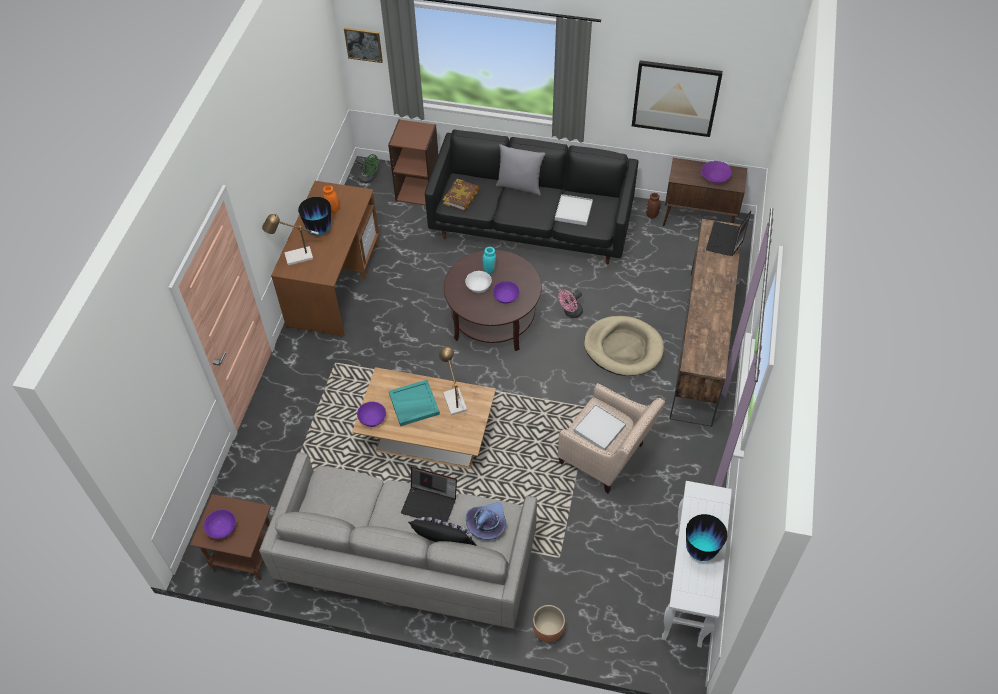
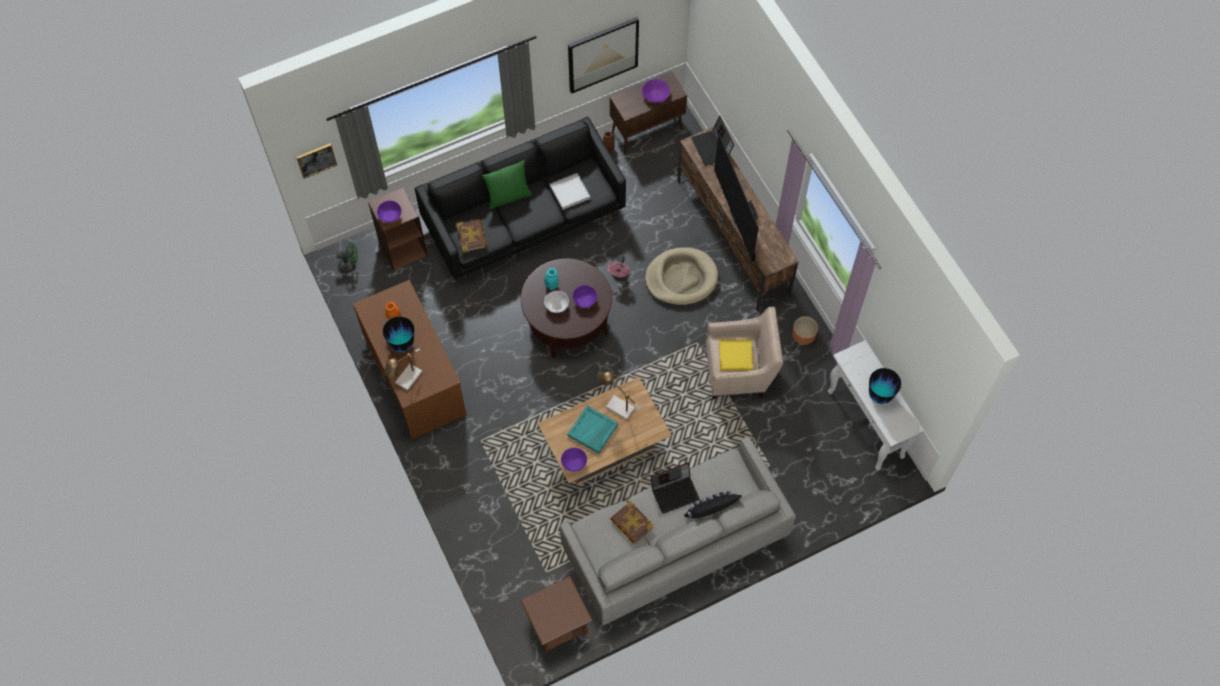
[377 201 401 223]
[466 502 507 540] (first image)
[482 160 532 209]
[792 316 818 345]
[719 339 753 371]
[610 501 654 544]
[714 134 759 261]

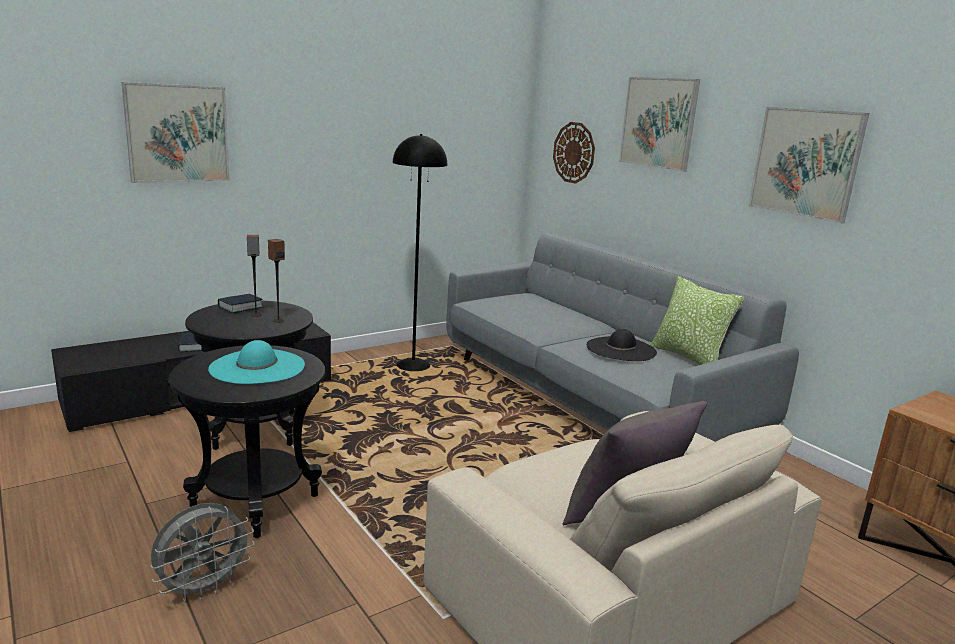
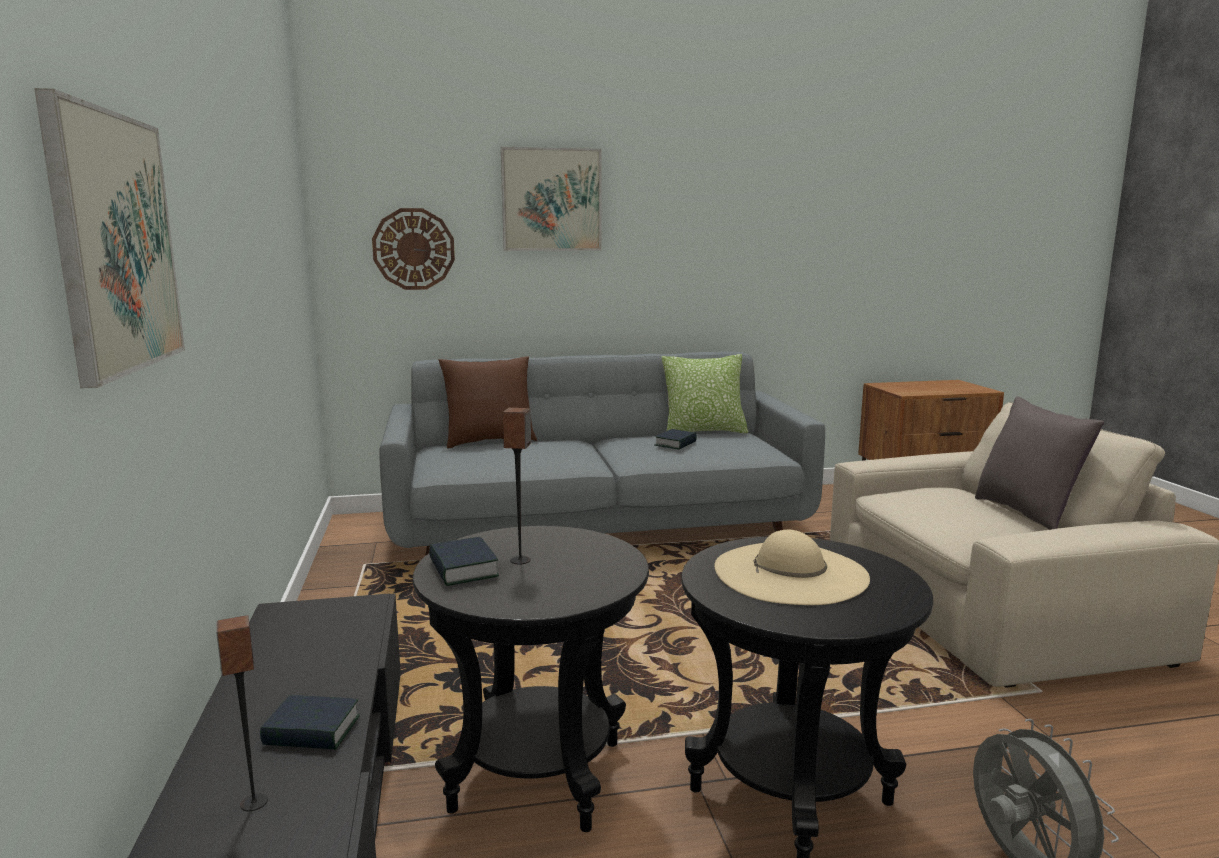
[714 530 870 605]
[216 615 268 811]
[393 134 447 371] (first image)
[655 429 697 450]
[749 107 869 224] (first image)
[439 356 537 448]

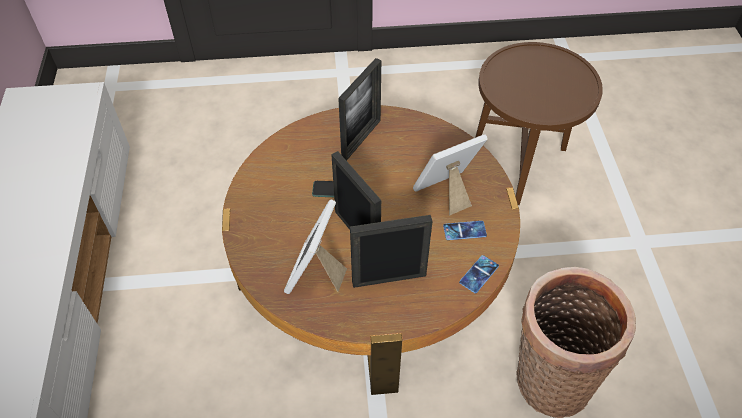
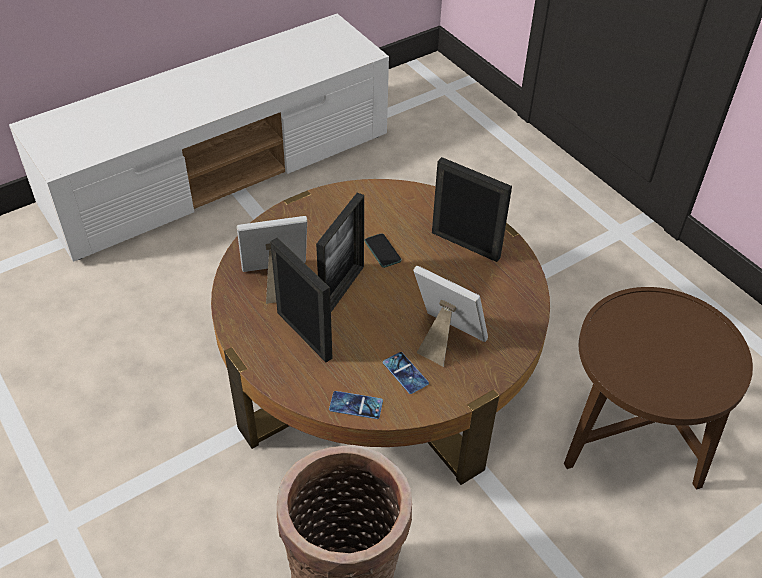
[432 157 512 262]

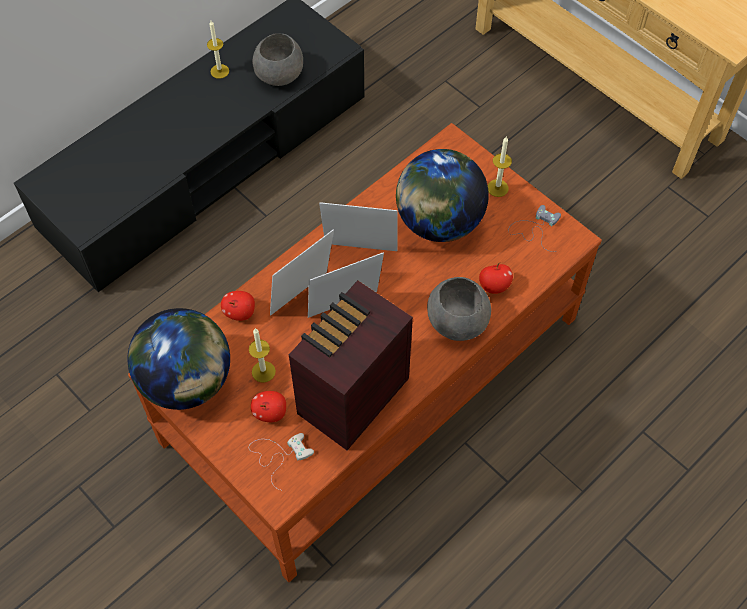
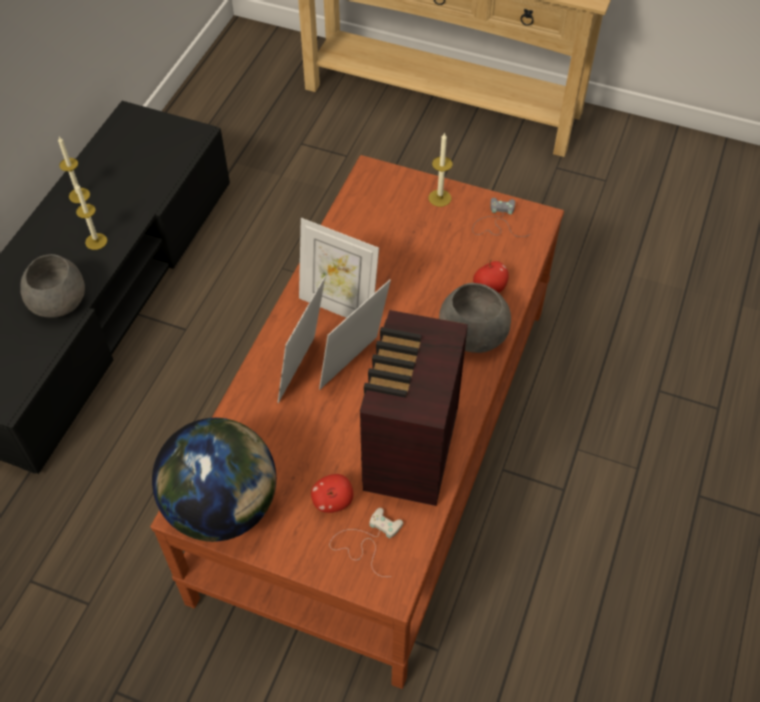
[221 291 255 321] (first image)
[75 183 107 250]
[20 254 85 318]
[299 218 379 318]
[396 149 489 242] (first image)

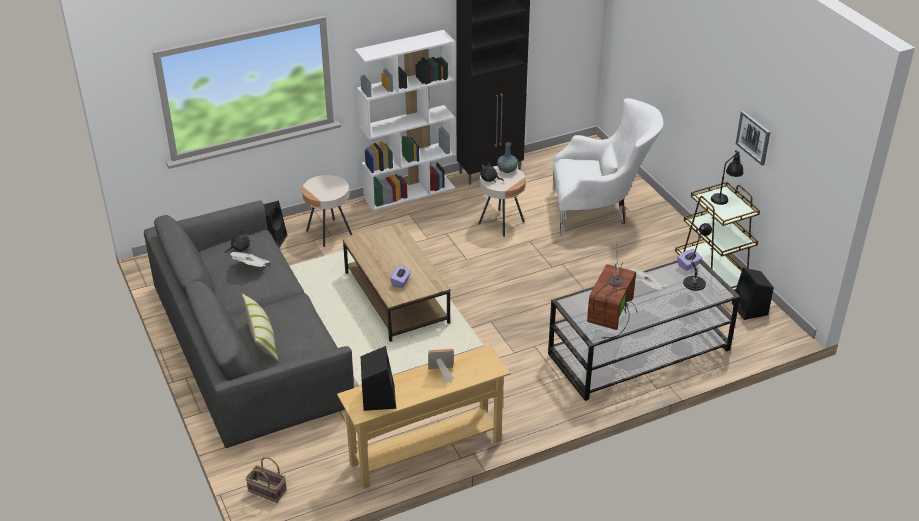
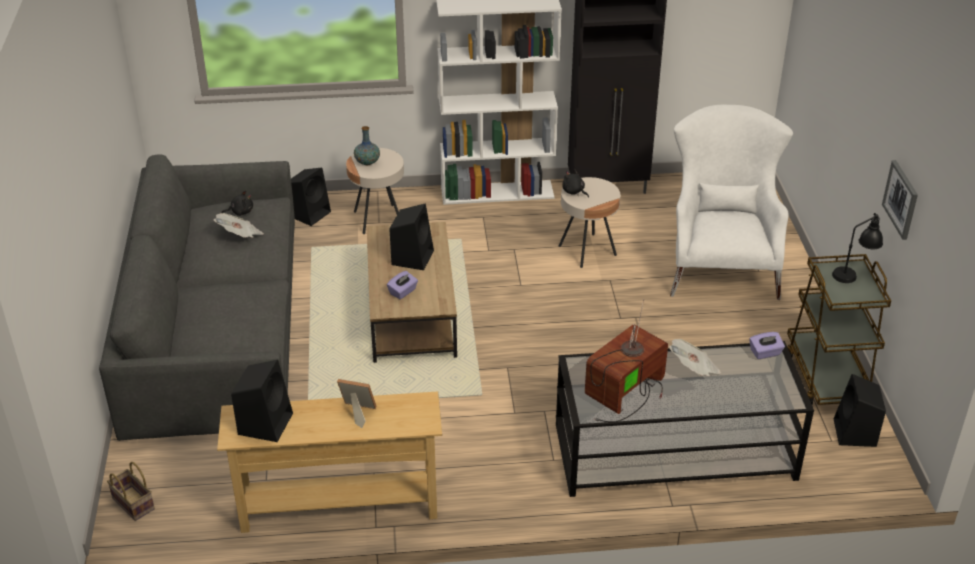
[242 293 278 361] (first image)
[354 126 380 165]
[670 105 793 300]
[683 223 712 291] (first image)
[389 203 434 270]

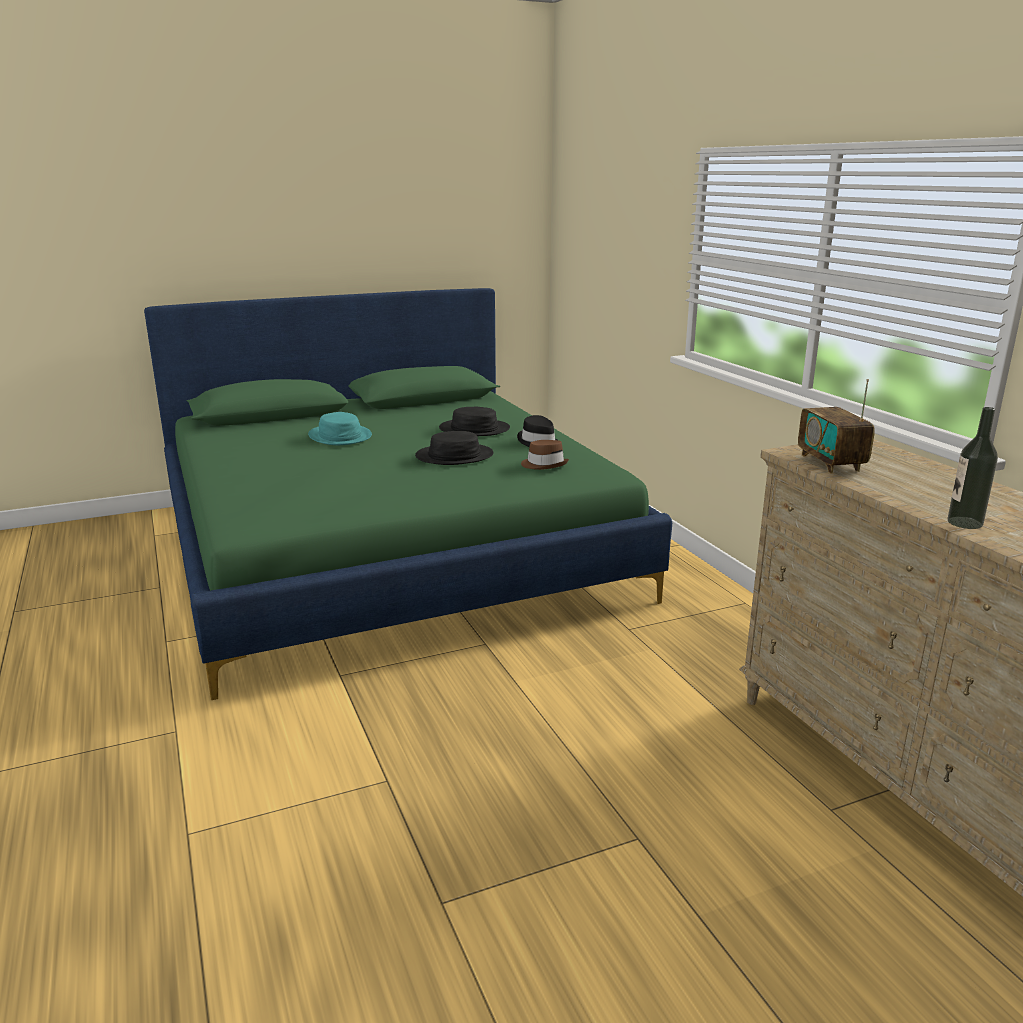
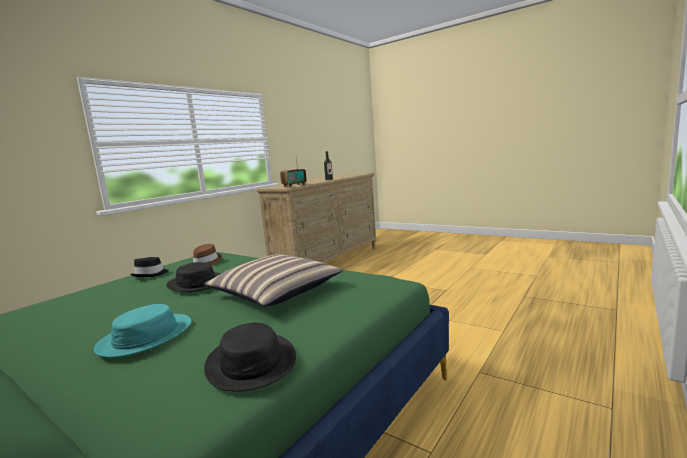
[204 323 296 391]
[204 254 343 307]

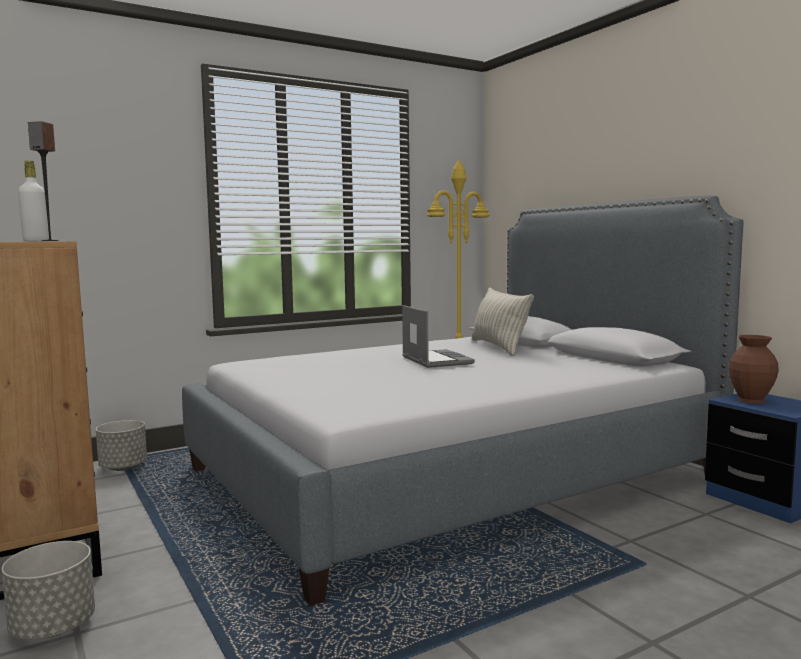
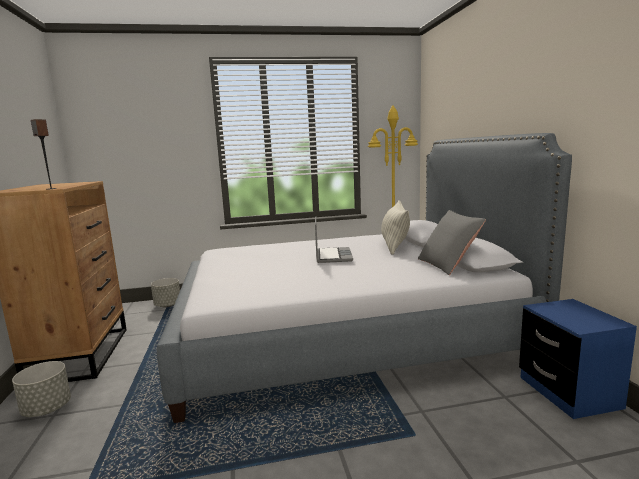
[18 161 48 242] (first image)
[729 335 779 404] (first image)
[418 210 486 275]

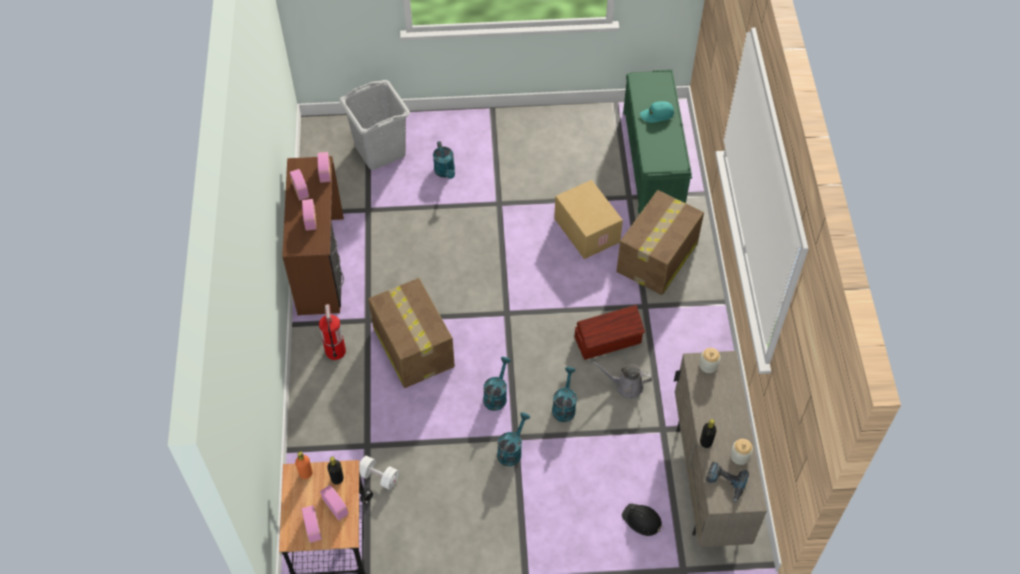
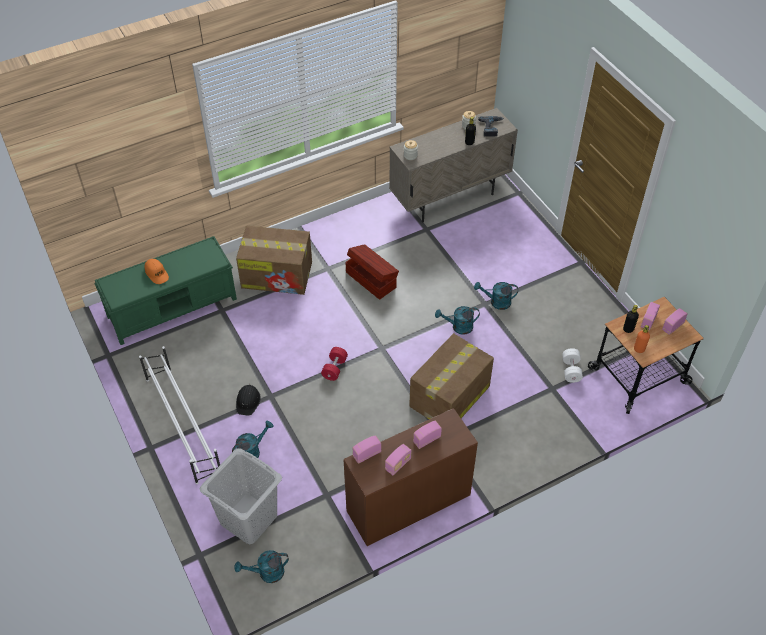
[319 304 346 360] (first image)
[234 550 289 583]
[554 180 623 259] (first image)
[593 362 653 399] (first image)
[236 384 261 416]
[145 259 169 284]
[139 346 220 484]
[321 347 348 381]

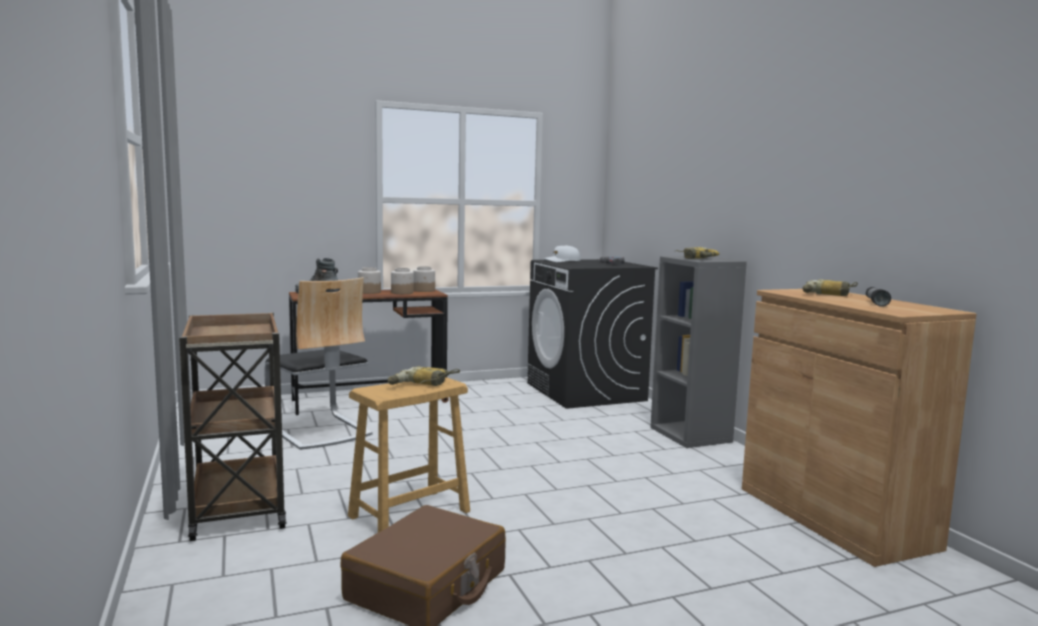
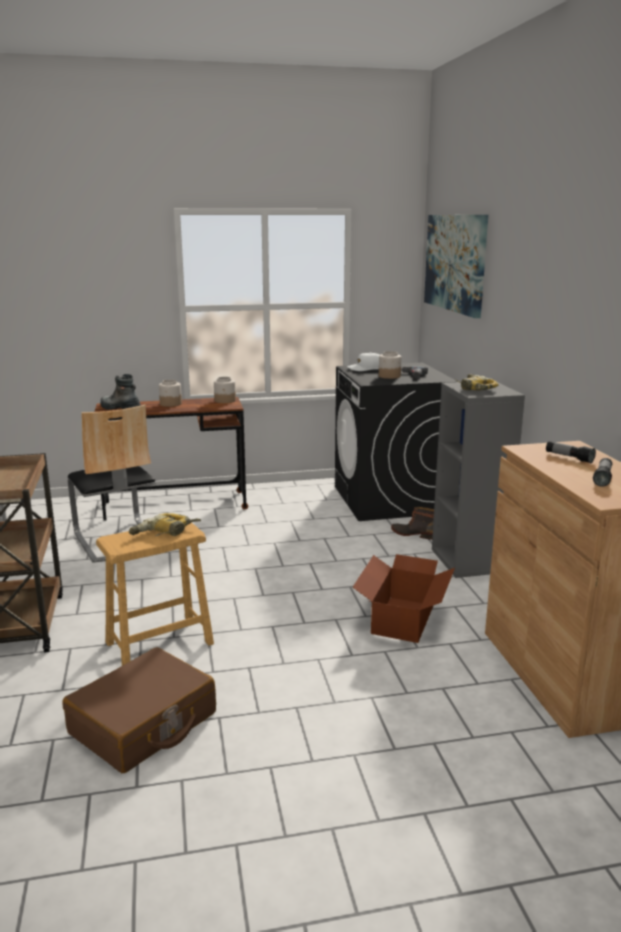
[379 351 402 379]
[546 441 596 463]
[353 554 455 643]
[391 507 434 540]
[424 215 488 318]

